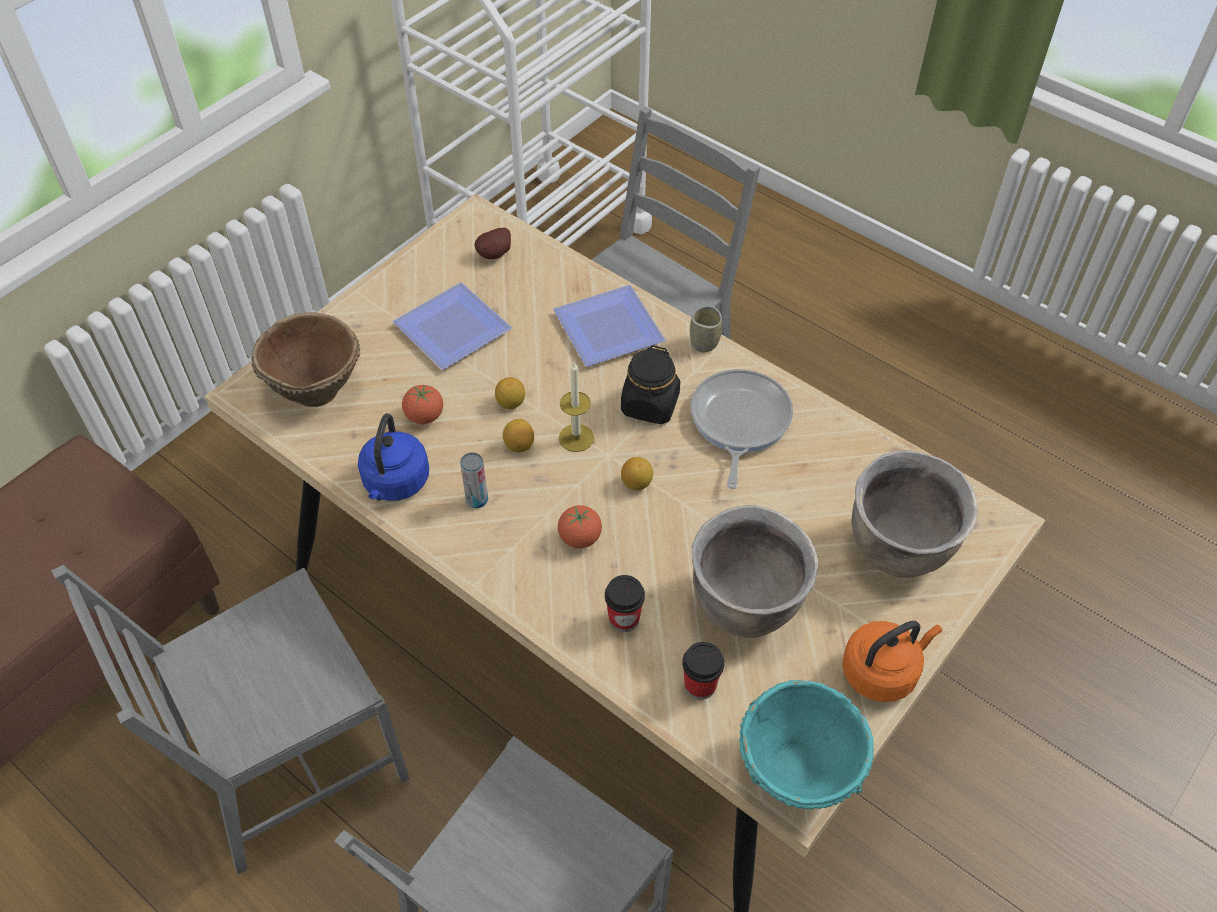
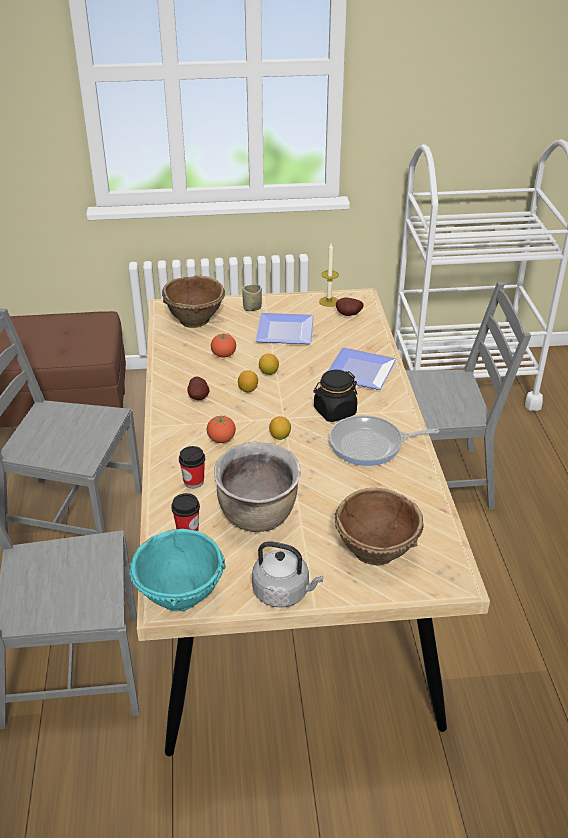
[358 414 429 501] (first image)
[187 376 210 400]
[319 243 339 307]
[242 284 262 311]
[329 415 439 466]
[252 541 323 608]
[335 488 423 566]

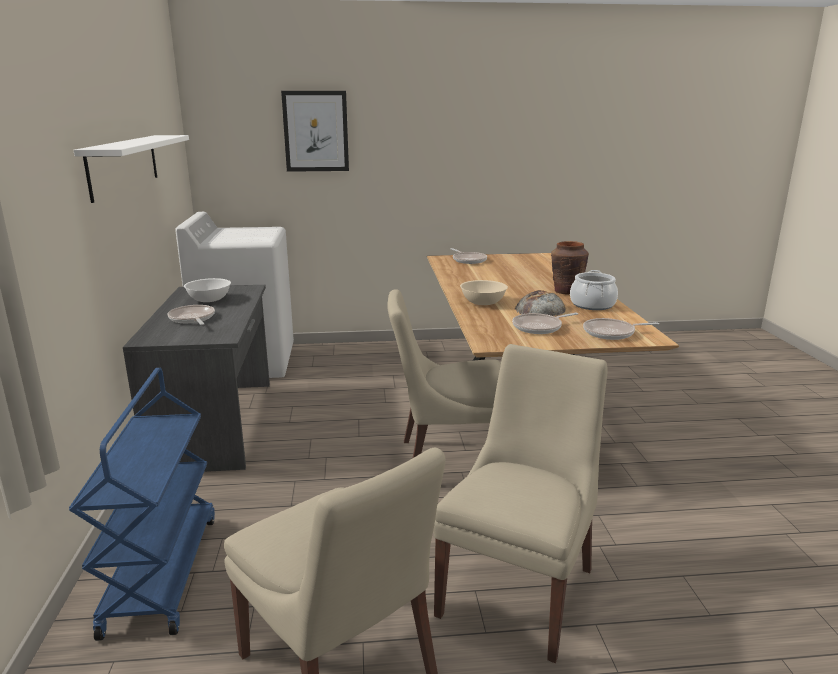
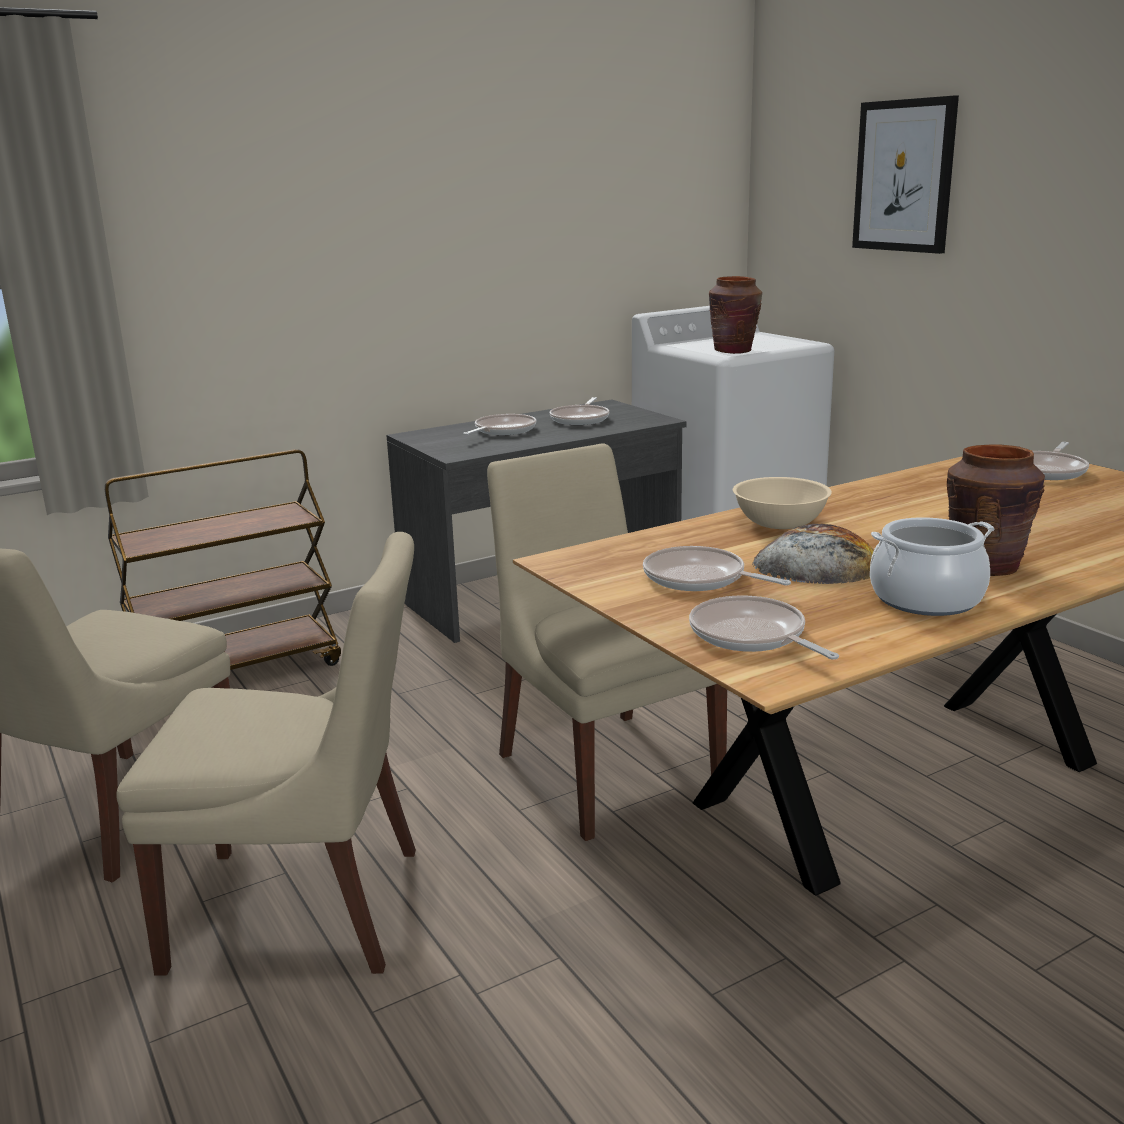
[105 449 341 670]
[74 135 189 203] (first image)
[550 397 609 425]
[709 276 762 354]

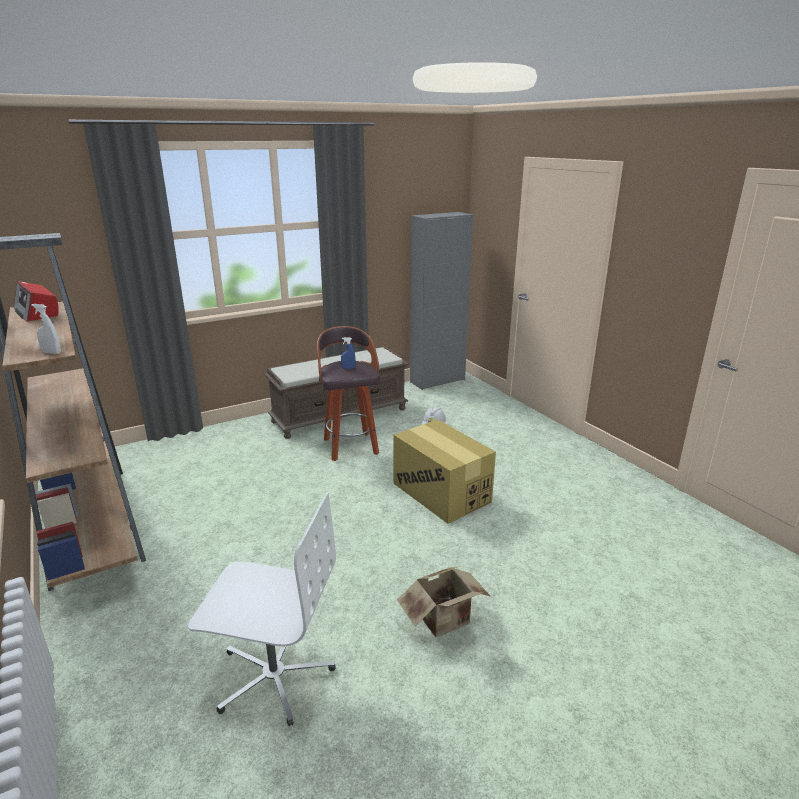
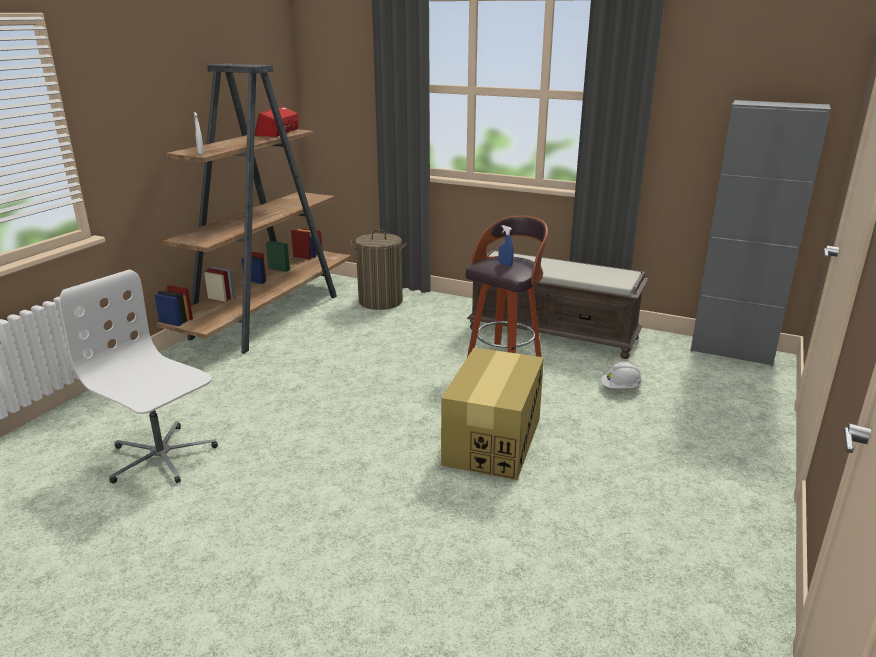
[59 269 218 484]
[397 567 491 637] (first image)
[350 229 407 310]

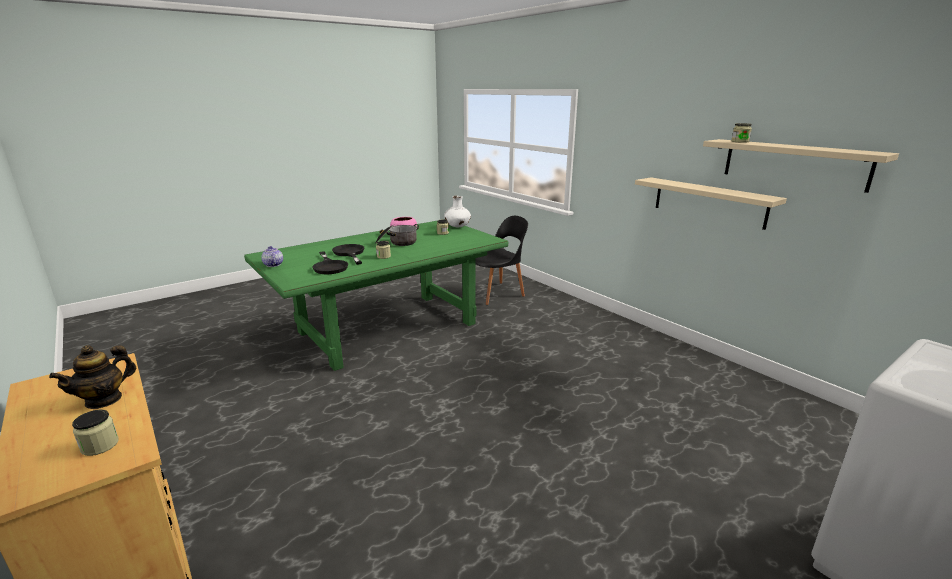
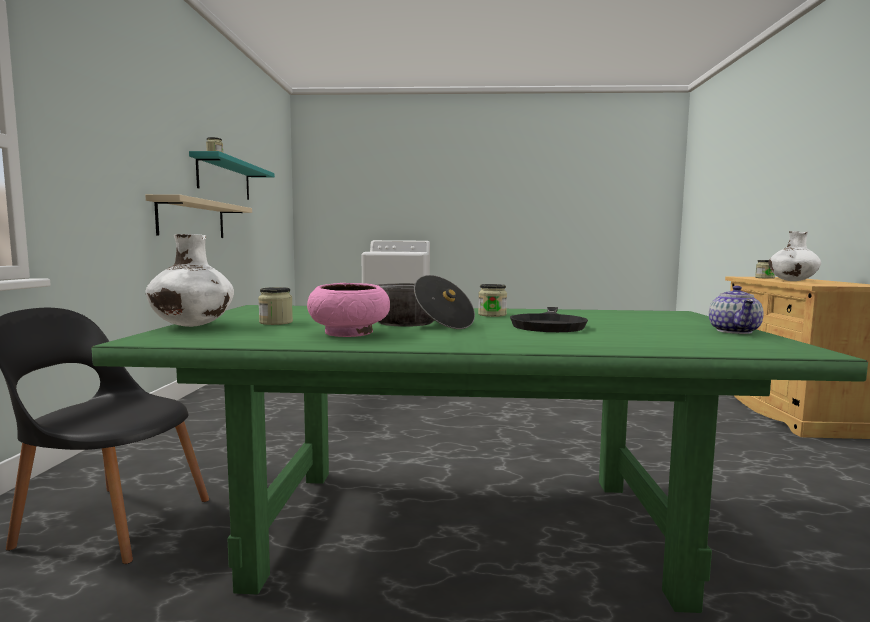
[768 231 821 281]
[313 251 348 274] (first image)
[189 151 275 200]

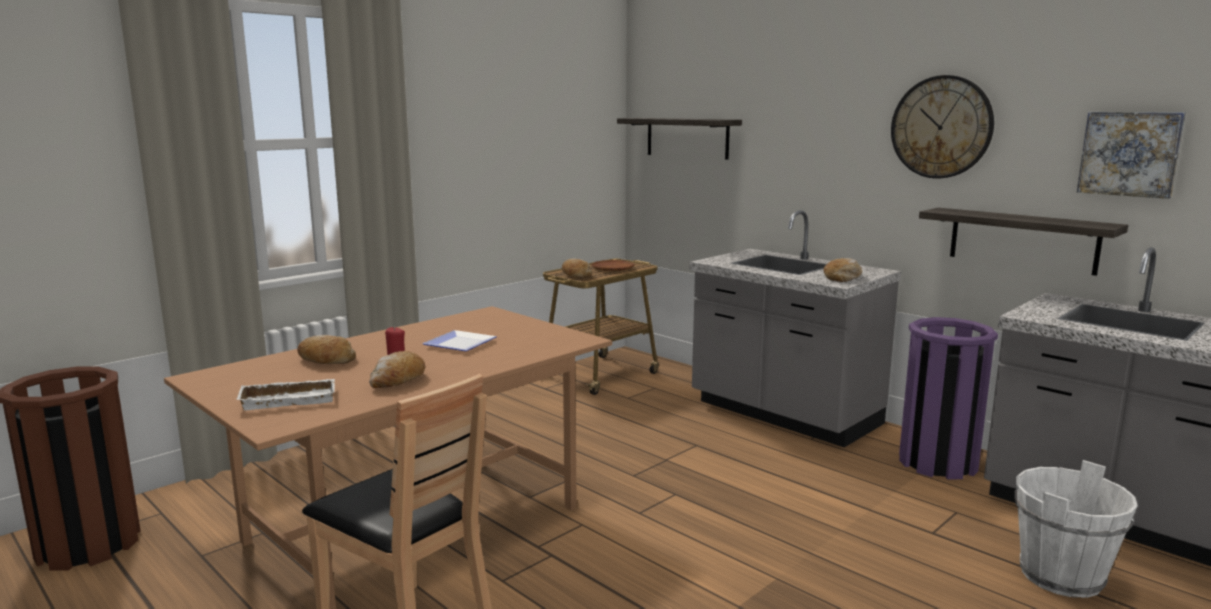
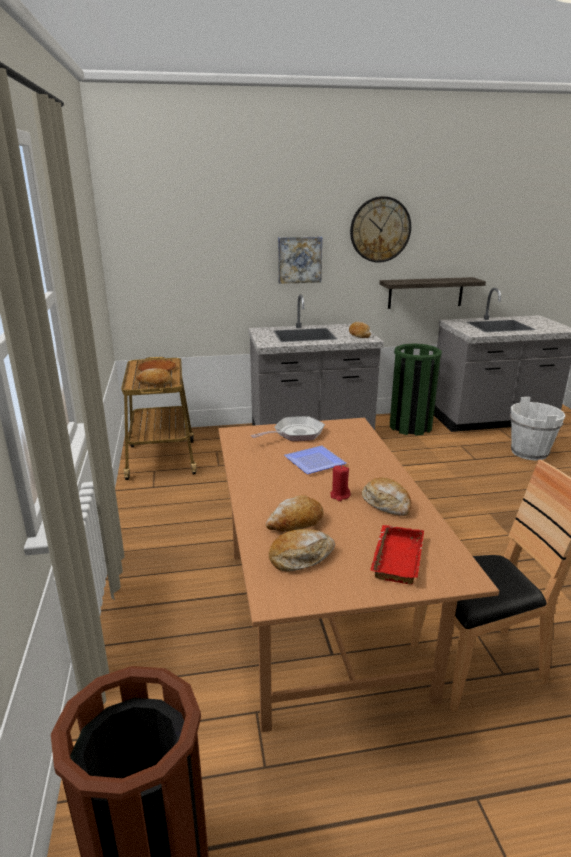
[370 525 424 584]
[617 118 742 160] (first image)
[390 343 442 436]
[278 237 322 284]
[251 416 325 441]
[269 529 335 572]

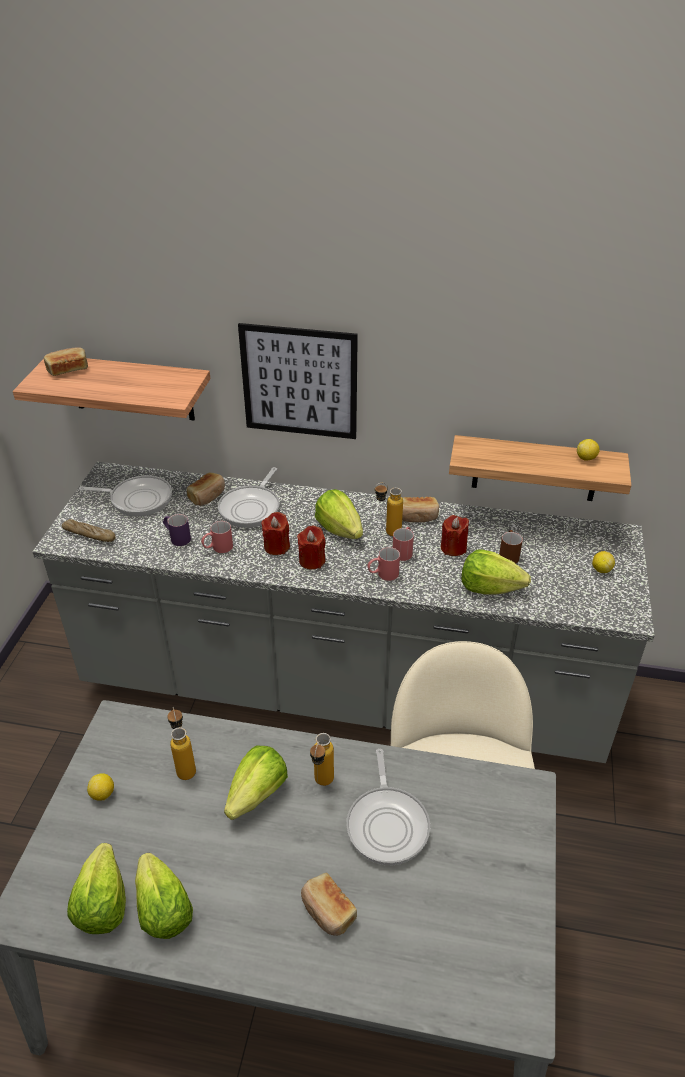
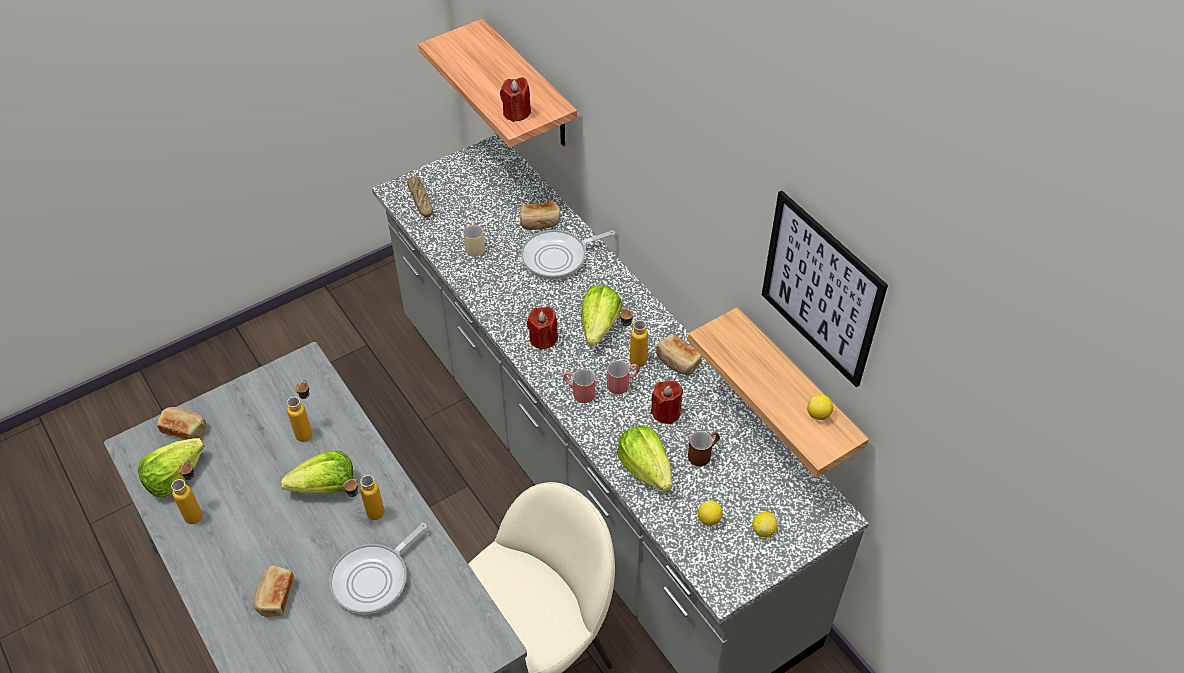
[157 407 206 440]
[79 476 172 516] (first image)
[698 500 723 526]
[171 460 202 524]
[463 222 485 257]
[201 521 233 553] (first image)
[762 190 888 387]
[500 77 531 122]

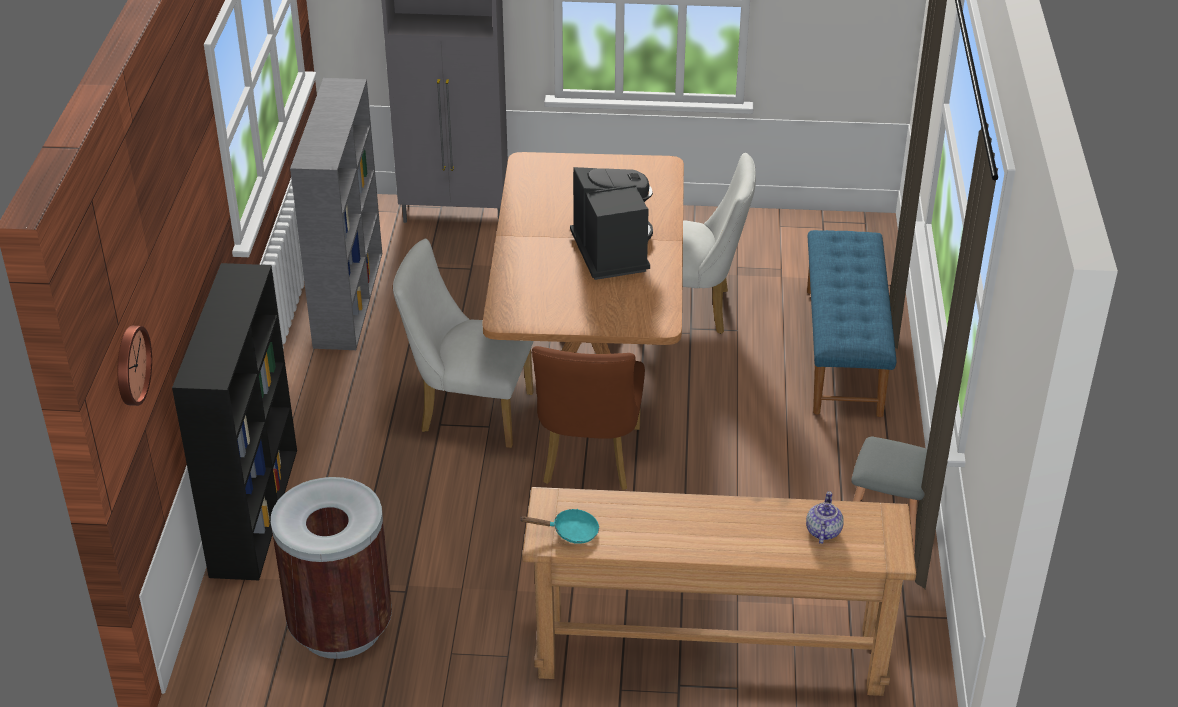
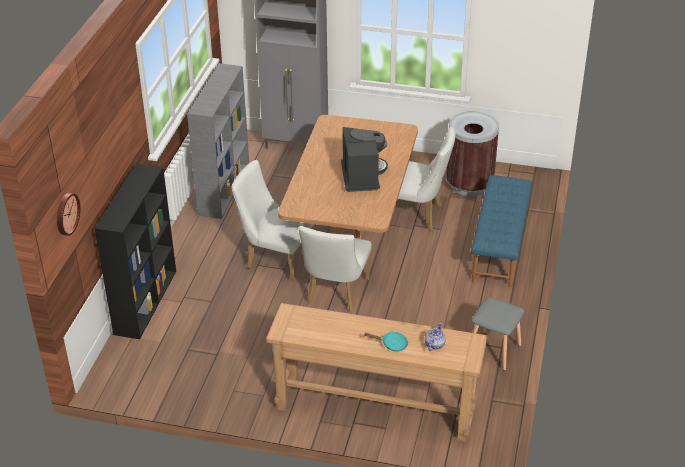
[446 111 499 196]
[365 332 408 352]
[299 226 372 313]

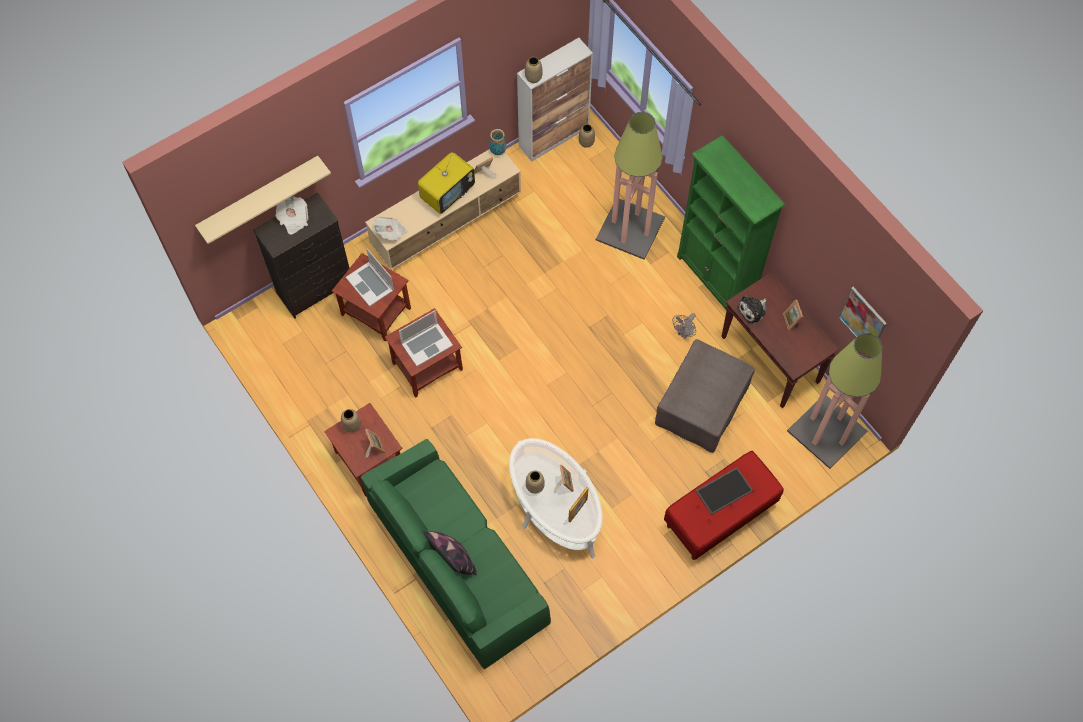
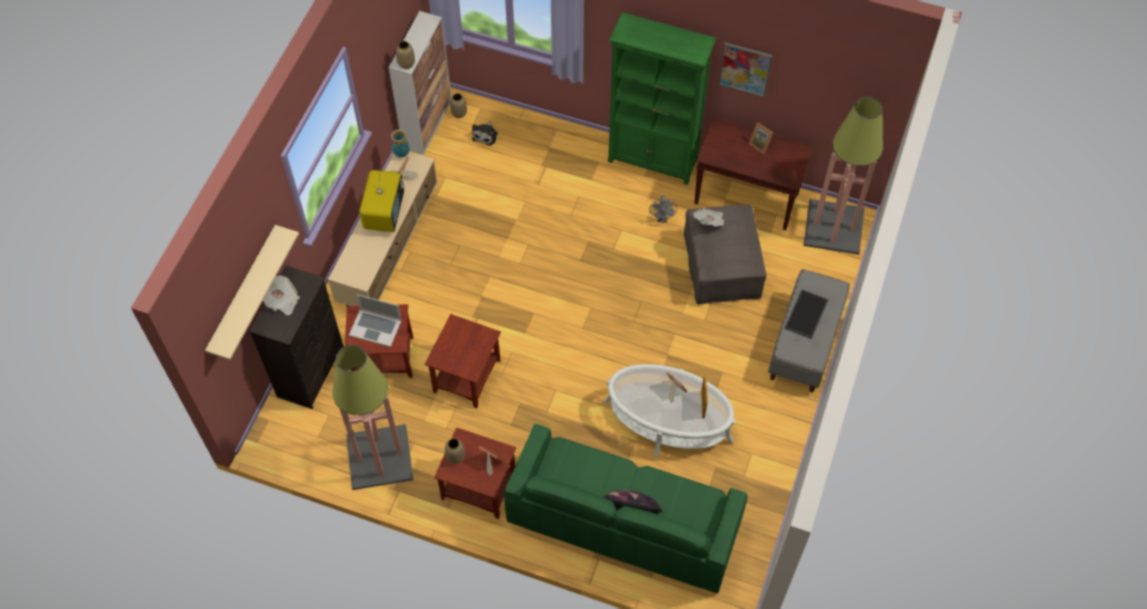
[693 208 725 227]
[399 310 453 366] (first image)
[526 471 545 494] (first image)
[332 345 413 490]
[768 269 850 392]
[472 121 498 146]
[719 42 772 97]

